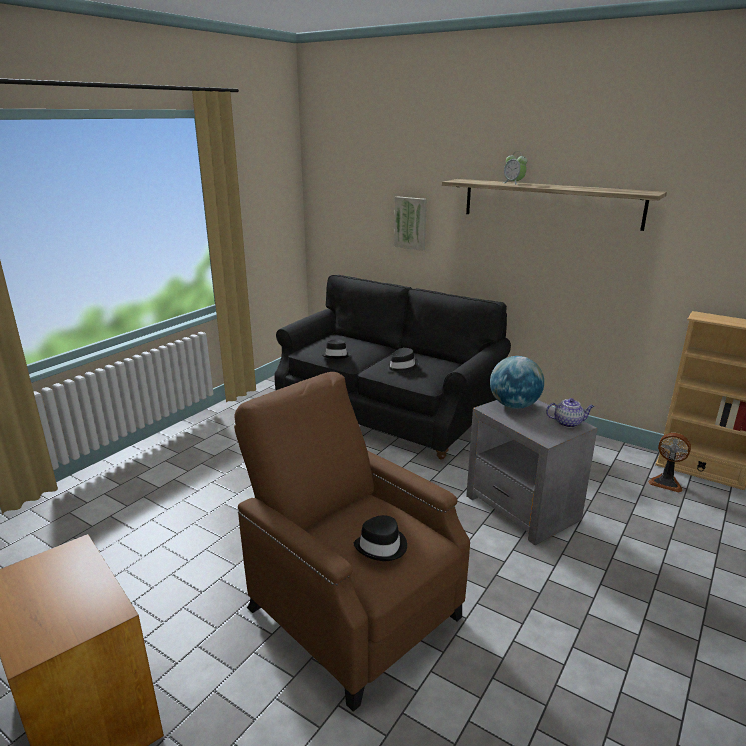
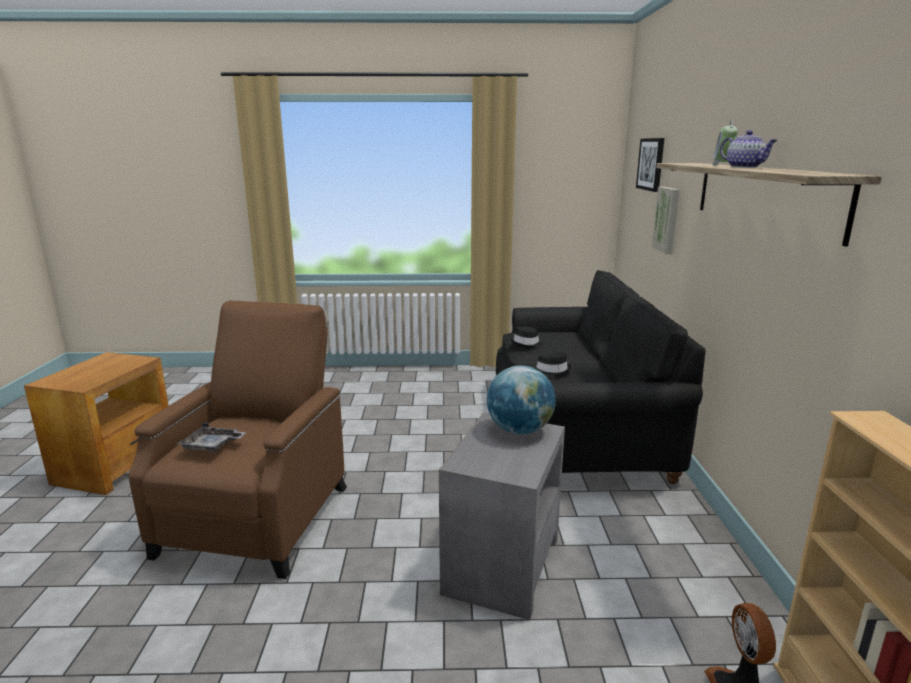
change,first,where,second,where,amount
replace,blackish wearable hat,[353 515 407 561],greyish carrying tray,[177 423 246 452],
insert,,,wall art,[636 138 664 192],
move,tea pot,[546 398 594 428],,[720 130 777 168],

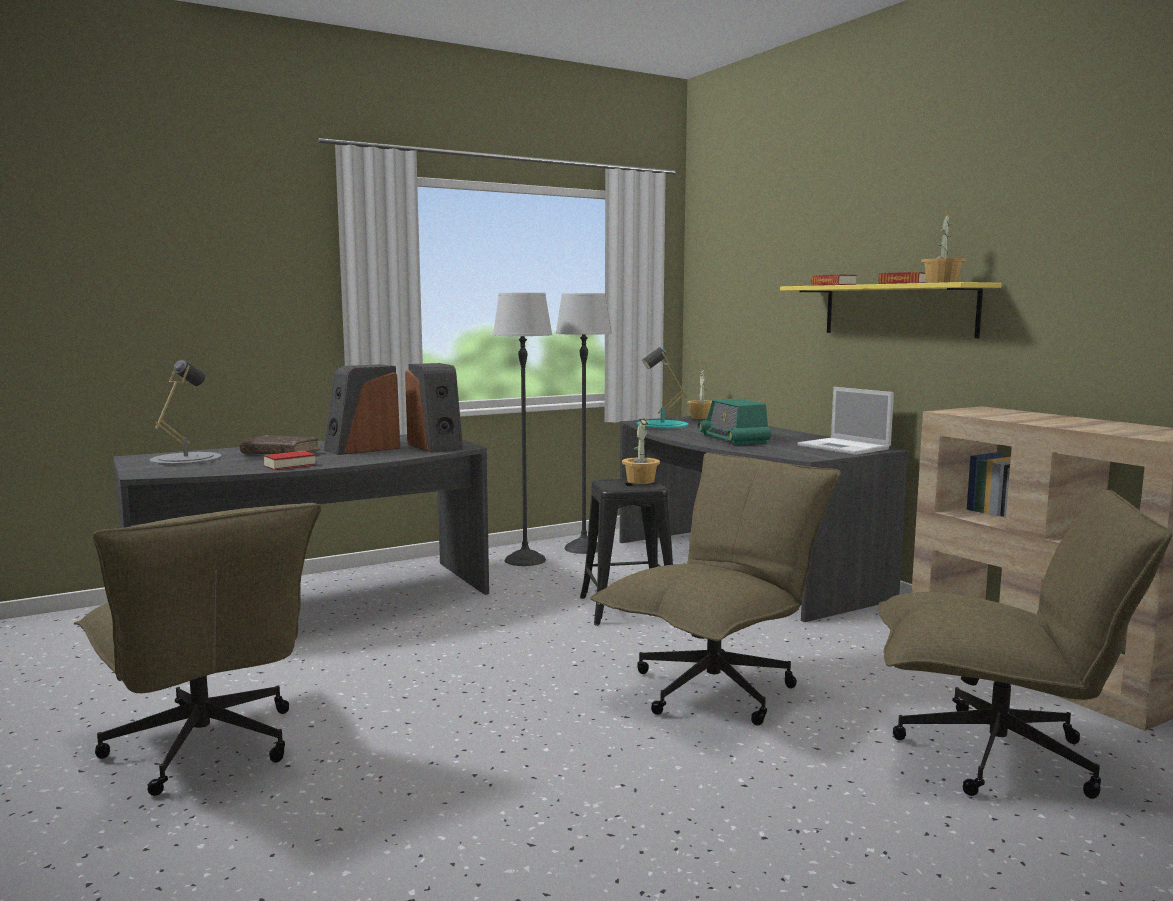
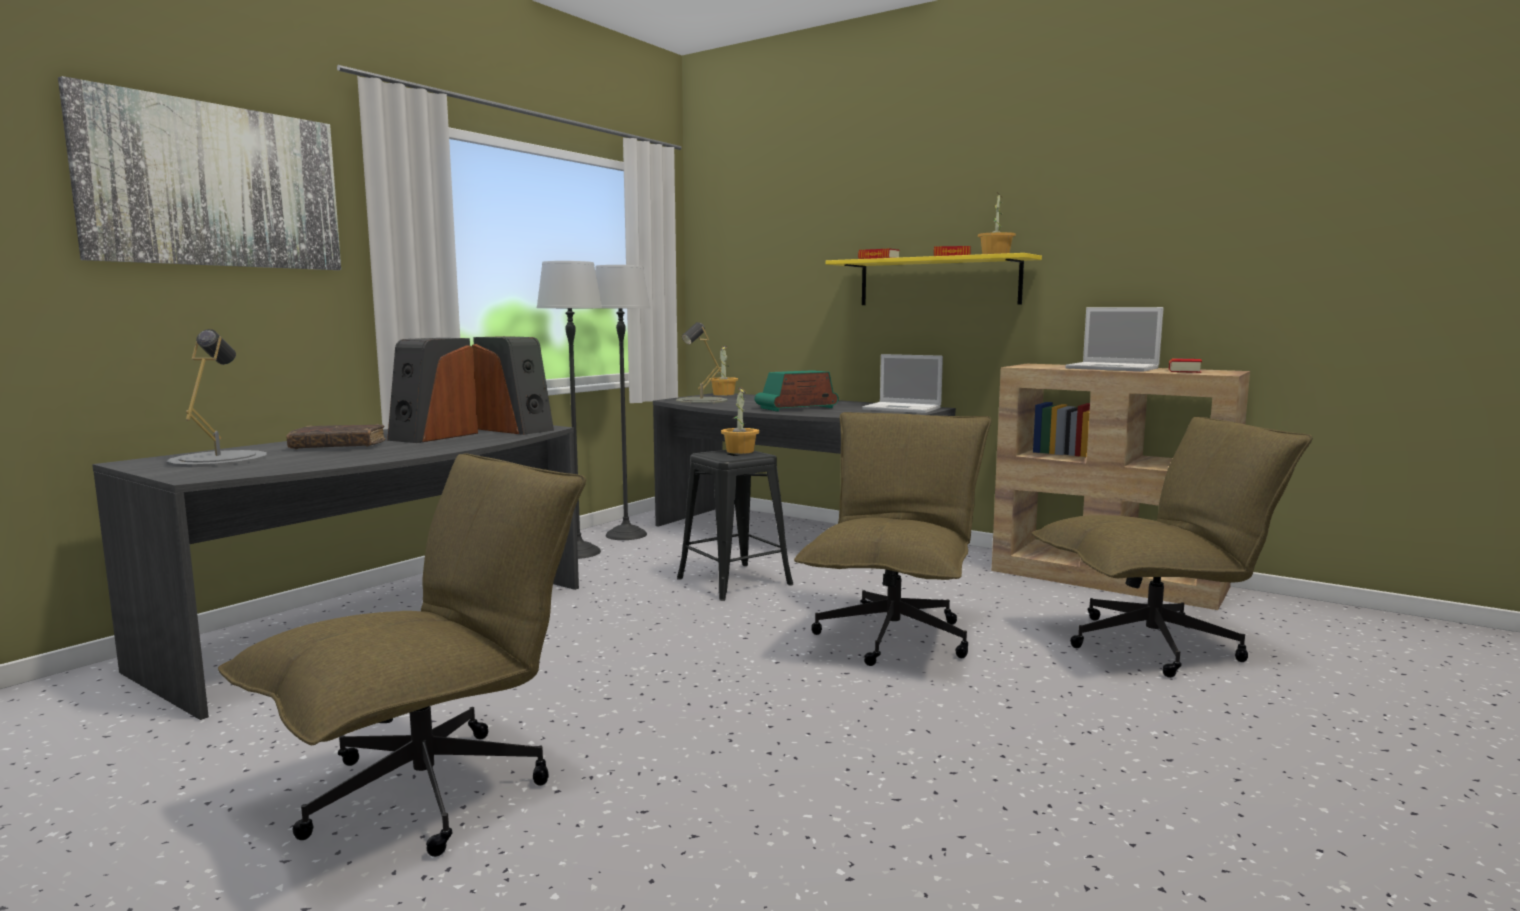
change,first,where,second,where,amount
insert,,,wall art,[58 76 341 270],
rotate,beige-coloured desk chair,[74 503 321 796],,[218 454 586 857],75 degrees counterclockwise
recolor,turquoise tabletop lamp,[637 347 688 428],greyish tabletop lamp,[676 322 728 404],
rotate,radio,[697 399 771 445],,[754 370 839 412],105 degrees clockwise
insert,,,portable computer,[1065 307 1164 372],
move,volume,[263 451 316 470],,[1169 358 1202 373],

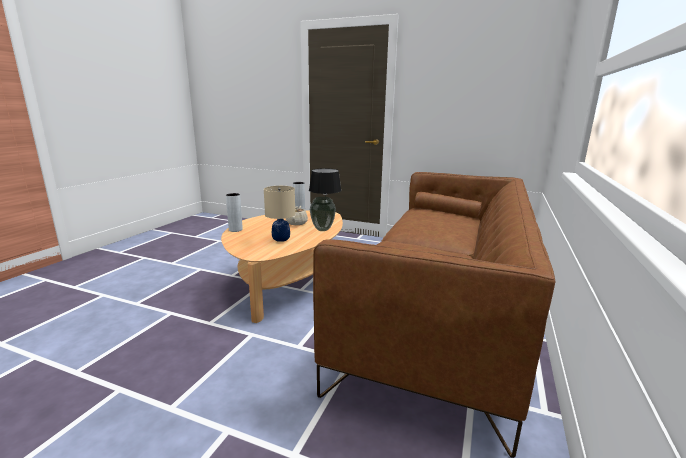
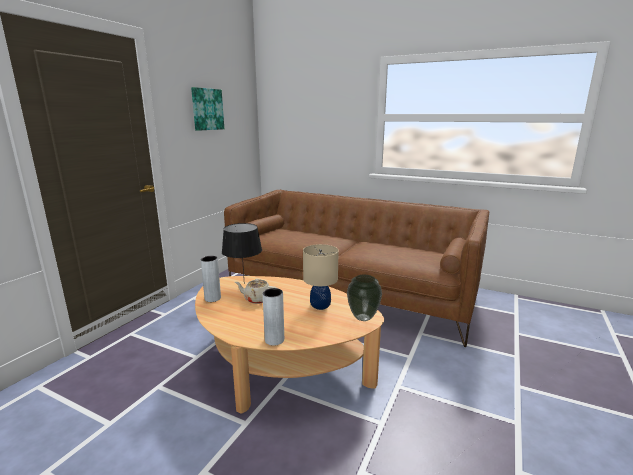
change,first,where,second,where,amount
insert,,,wall art,[191 87 224 131],
move,decorative vase,[310 197 336 231],,[347 275 382 321],

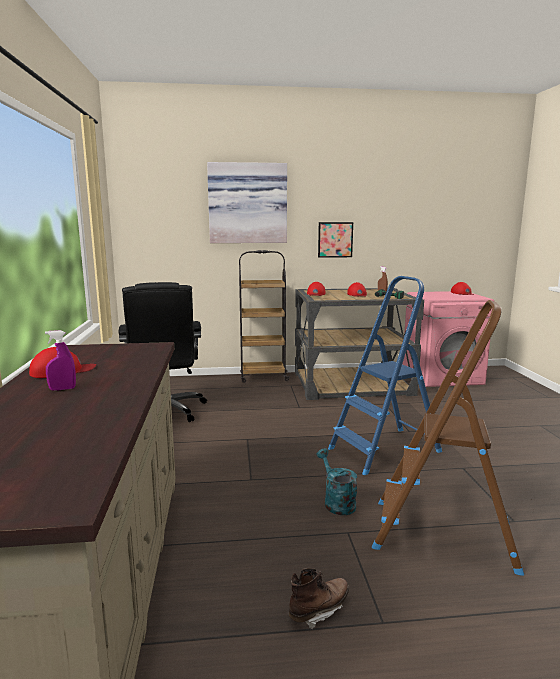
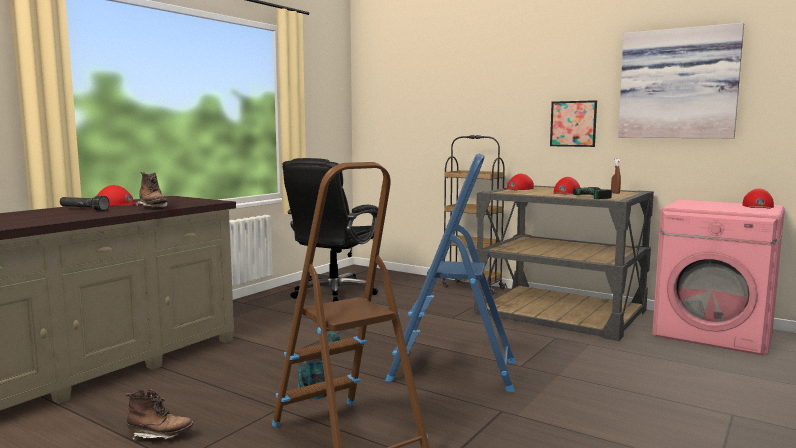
change,first,where,second,where,amount
replace,purplish sprayer,[45 330 76 391],blackish torch,[60 195 110 211],
insert,,,brown boot,[135 172 167 208],
move,wall art,[207 162 287 243],,[618 23 744 138],

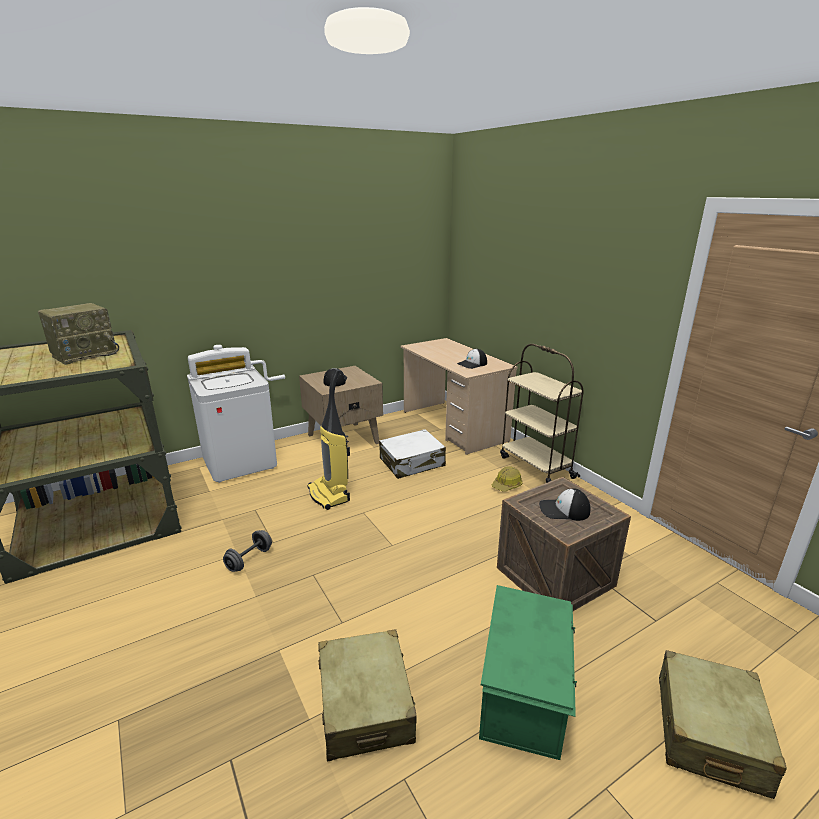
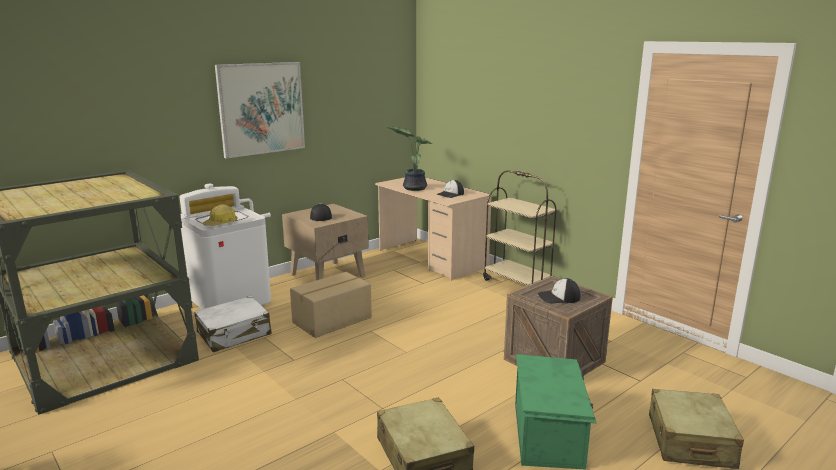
change,first,where,second,where,amount
move,whitish piece of luggage,[379 429 446 479],,[194 296 272 352],
move,safety helmet,[492 466 523 492],,[202 204 237 226],
insert,,,wall art,[215 62 305 158],
replace,vacuum,[307 369 350 510],carton,[290 272 372 338],
insert,,,potted plant,[387 126 432 191],
delete,radio,[38 303 119 365],,,
delete,greyish free weight,[223 530 272 572],,,

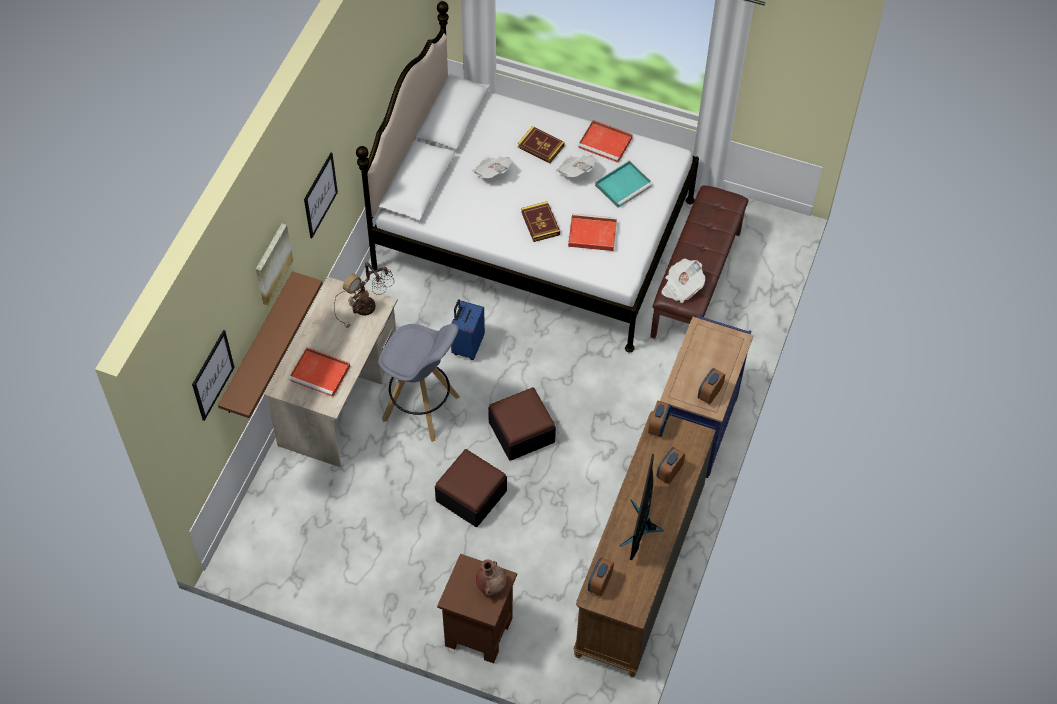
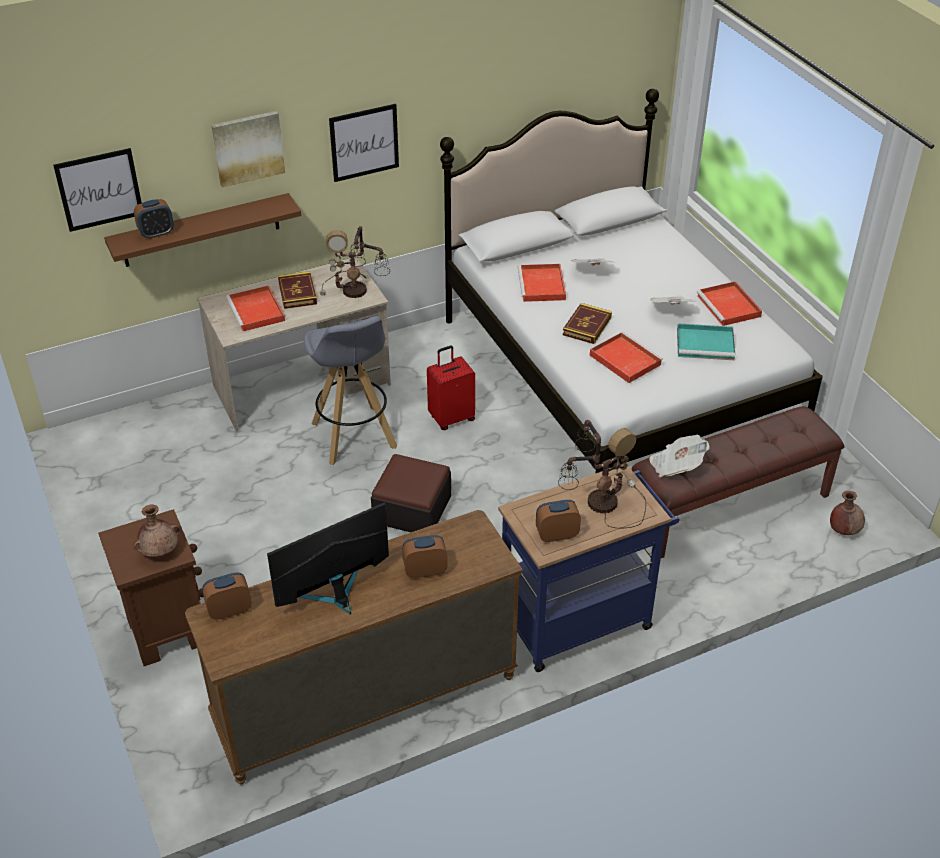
change,first,where,second,where,amount
move,bedside clock,[648 401 671 437],,[134 199 174 239],
move,volume,[518 126 565 163],,[278 271 317 309],
recolor,blue piece of luggage,[451 299 485 360],reddish piece of luggage,[427 346 475 430],
insert,,,reddish carrying tray,[518 264 566 302],
insert,,,tabletop lamp,[558 420 646 528],
insert,,,brown decorative vase,[830 491 865 535],
delete,pouffe,[435 449 507 527],,,

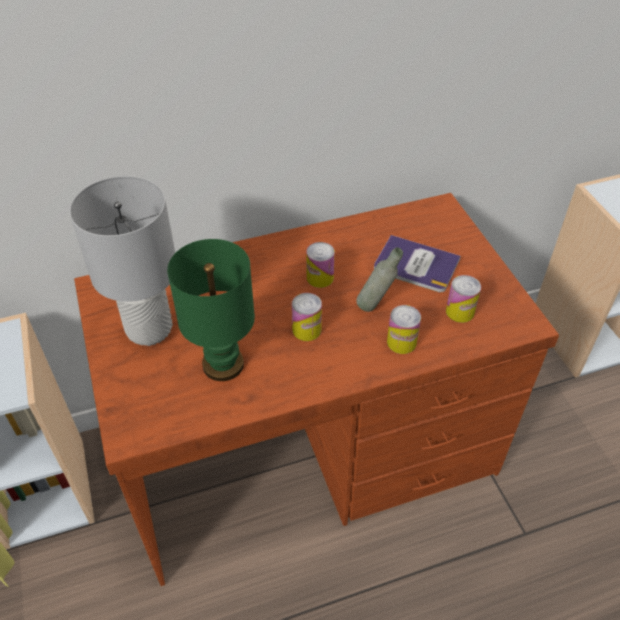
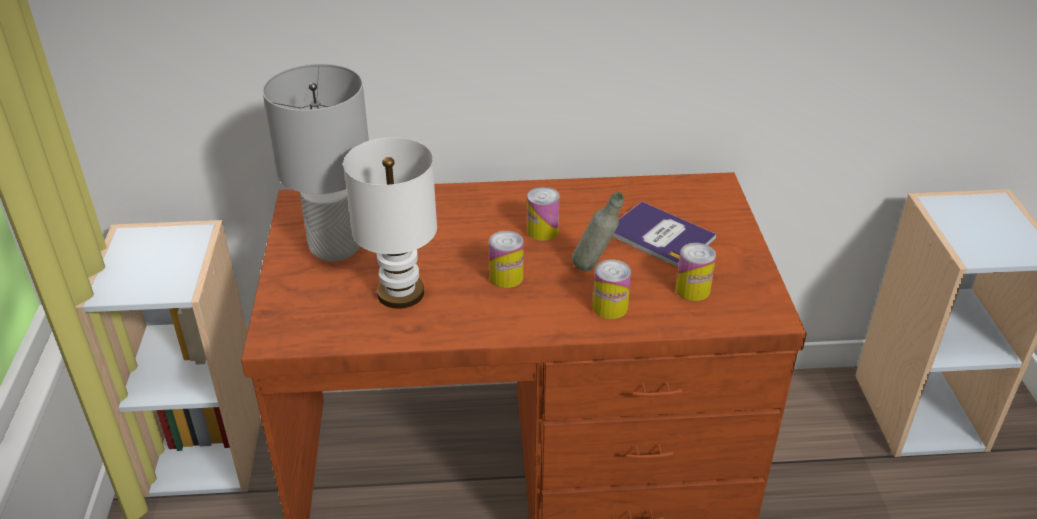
change,first,where,second,where,amount
recolor,green tabletop lamp,[167 239 255 381],whitish tabletop lamp,[343 137 437 309],

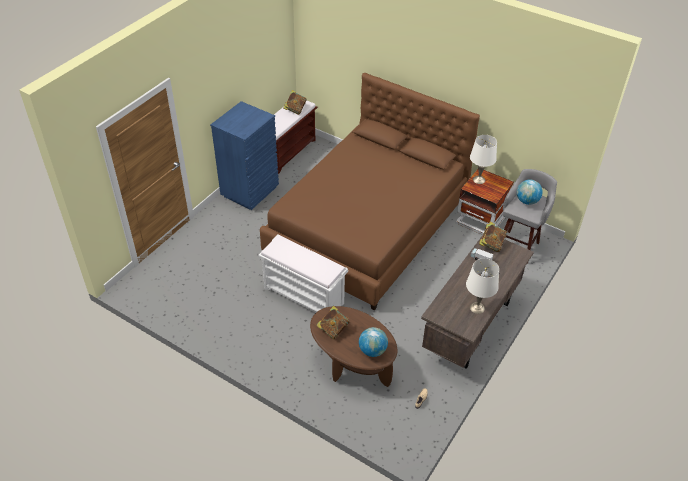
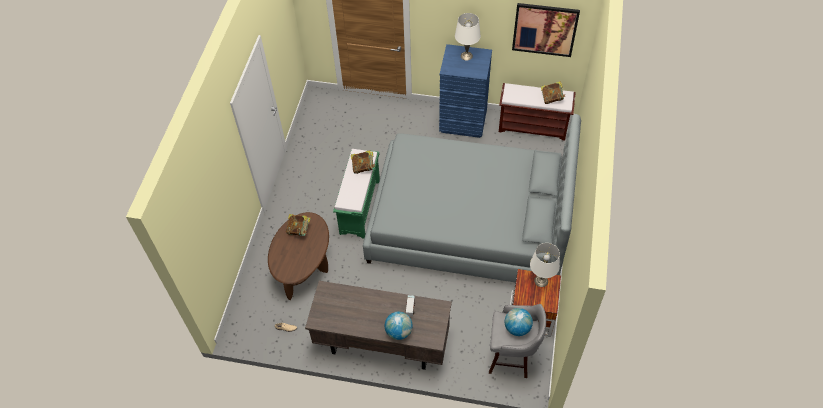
change,first,where,second,where,amount
recolor,whitish long seat,[259 235 348 313],green long seat,[333 149 380 239],
move,volume,[479 222 507 252],,[351 150 375 174],
recolor,brown bed,[260 73 480 310],greyish bed,[363 114 581 283],
move,world globe,[359 327 388 357],,[385 312 413 340],
move,whitish tabletop lamp,[466 258 499 314],,[455 13 481 61],
insert,,,wall art,[512 3 580 57],

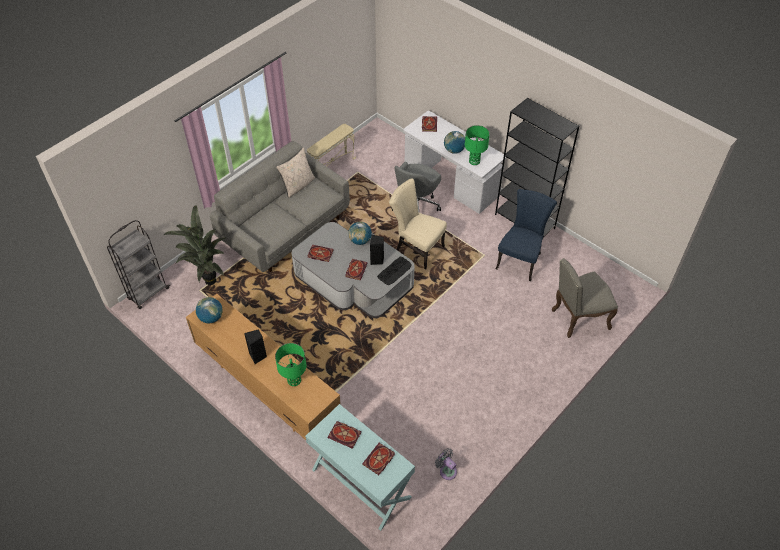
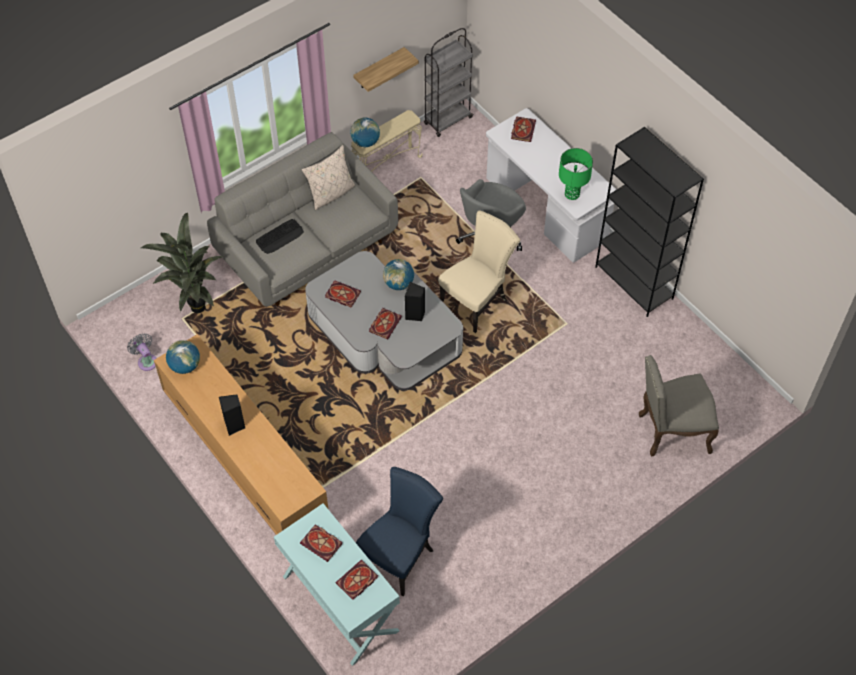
change,first,where,second,where,amount
move,greyish fan,[435 448 457 480],,[127 333 157 371],
move,PC keyboard,[377 257 412 285],,[256 219 304 254],
move,world globe,[444 131 465 154],,[350 118 380 147],
insert,,,shelf,[353 47 419 92],
move,blue plain chair,[496 189 557 281],,[356 467 443 596],
move,greyish trolley,[107 220 170 309],,[424 28 474 137],
rotate,beige-coloured plain chair,[389 178 447 270],,[438 211 520 333],90 degrees clockwise
delete,green tabletop lamp,[275 343 307 386],,,

